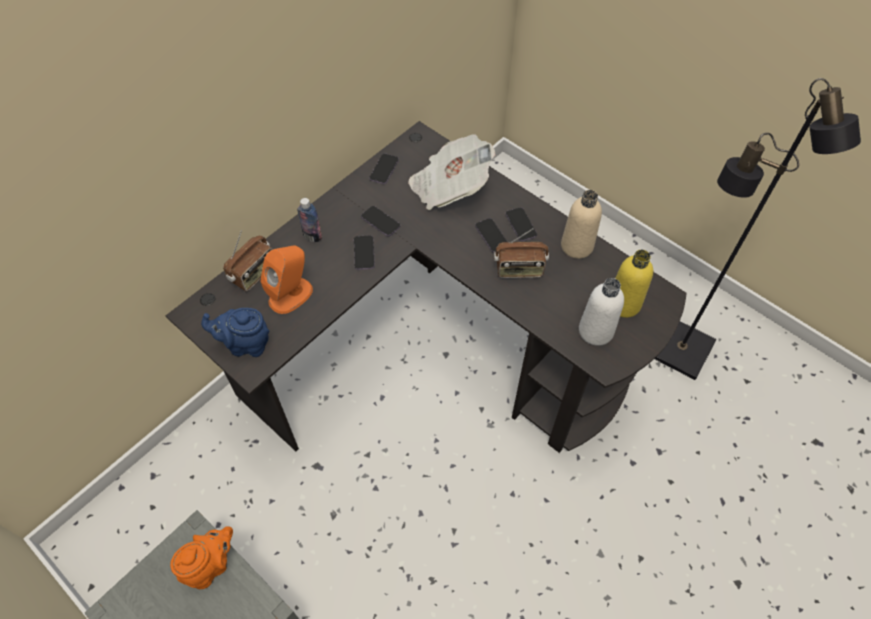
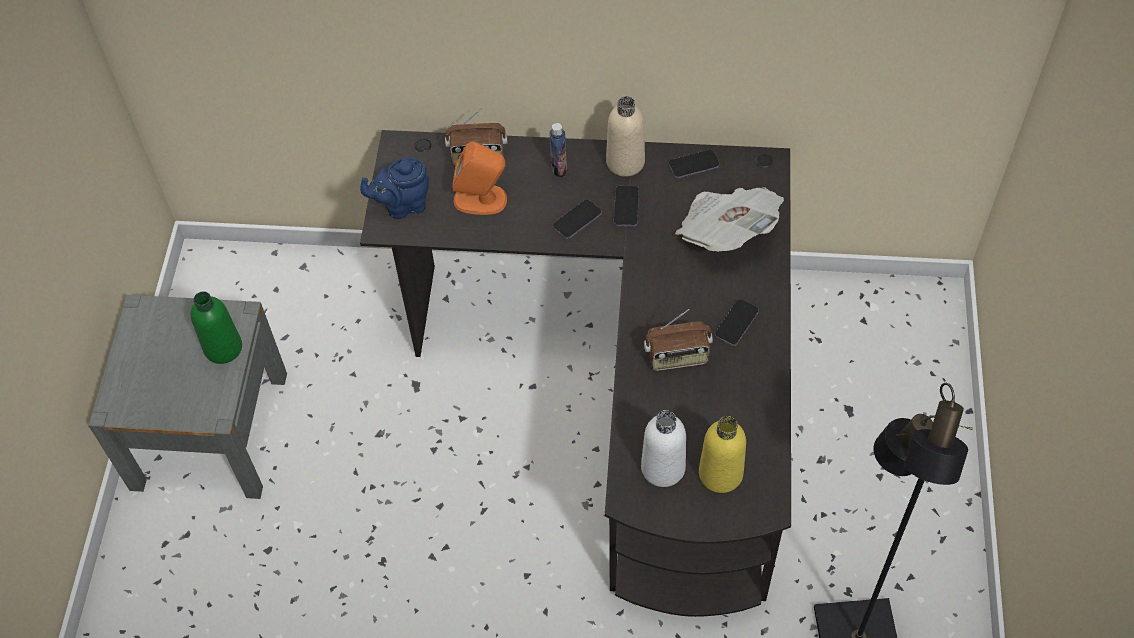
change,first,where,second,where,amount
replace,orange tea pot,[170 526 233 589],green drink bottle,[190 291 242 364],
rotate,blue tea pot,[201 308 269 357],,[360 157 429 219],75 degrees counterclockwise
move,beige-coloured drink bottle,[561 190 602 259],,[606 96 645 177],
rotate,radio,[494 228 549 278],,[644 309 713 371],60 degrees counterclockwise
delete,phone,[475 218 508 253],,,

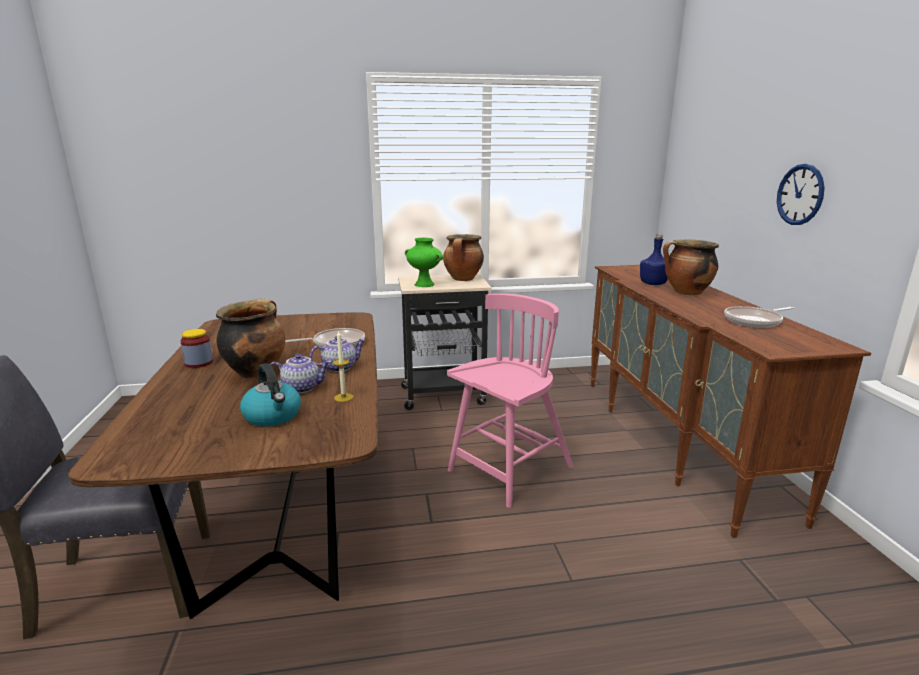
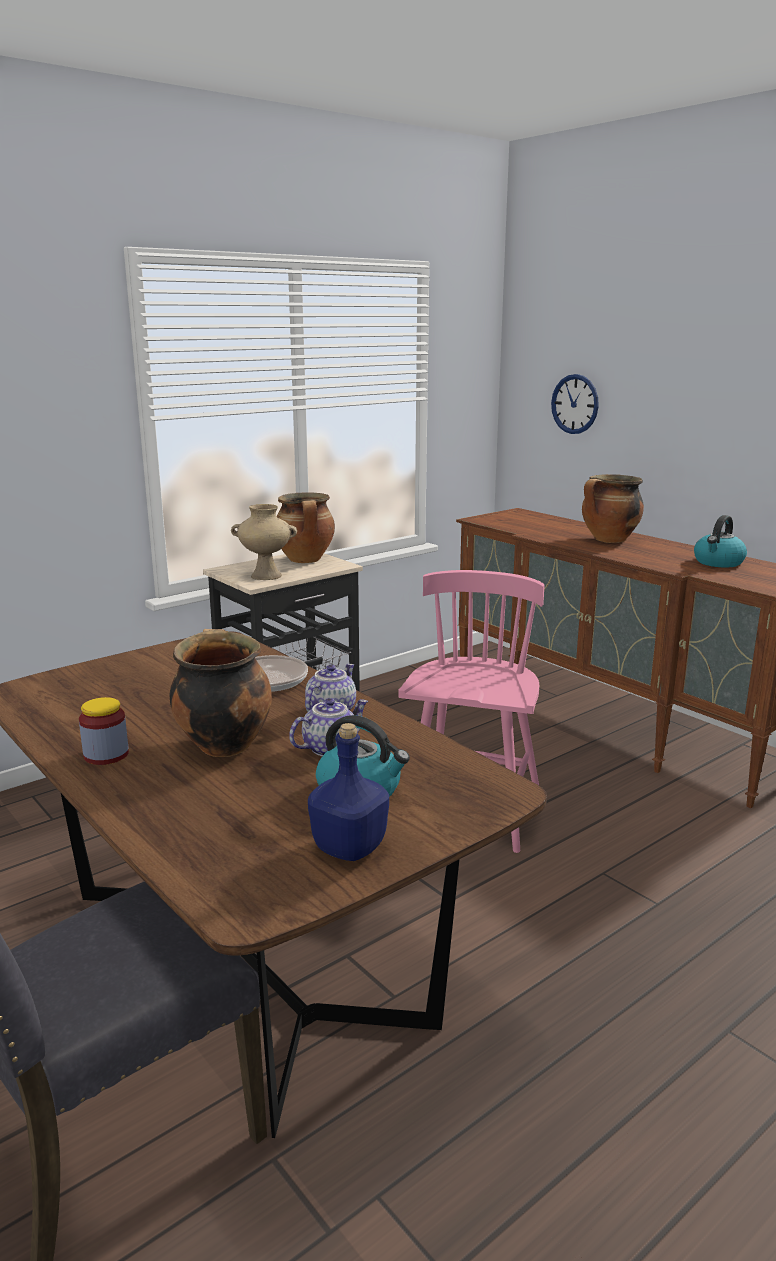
change,first,where,second,where,amount
recolor,green decorative vase,[405 238 443 287],beige-coloured decorative vase,[231 504 297 580],
move,blue drink bottle,[640 234 668 285],,[308 723 389 861],
move,clock on the wall,[777 164 825 225],,[551 374 599 434],
replace,pan,[724 306 795 328],kettle,[694 515 747 568],
delete,wax light,[333 330 353 402],,,

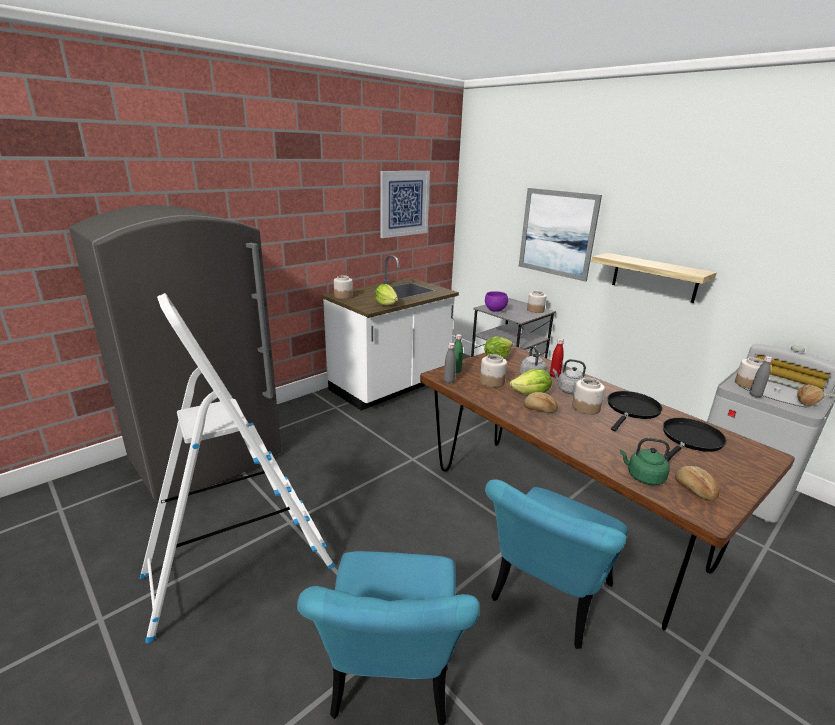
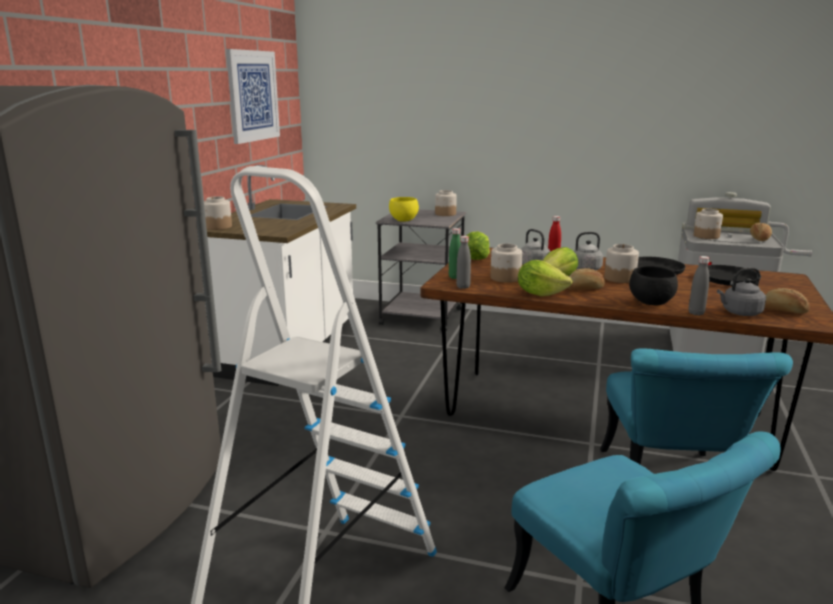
change,first,where,second,where,amount
recolor,purplish serving bowl,[485 291 508 312],yellow serving bowl,[389 197 419 222],
move,lettuce,[375 284 398 306],,[518 260 573 296],
insert,,,blackish serving bowl,[629 266 678 305],
move,greyish drink bottle,[750 356 773 398],,[688 256 710 316],
recolor,green kettle,[620 438 670 485],greyish kettle,[717 267 766 316],
delete,wall art,[519 188 602 282],,,
delete,shelf,[592 253 717 303],,,

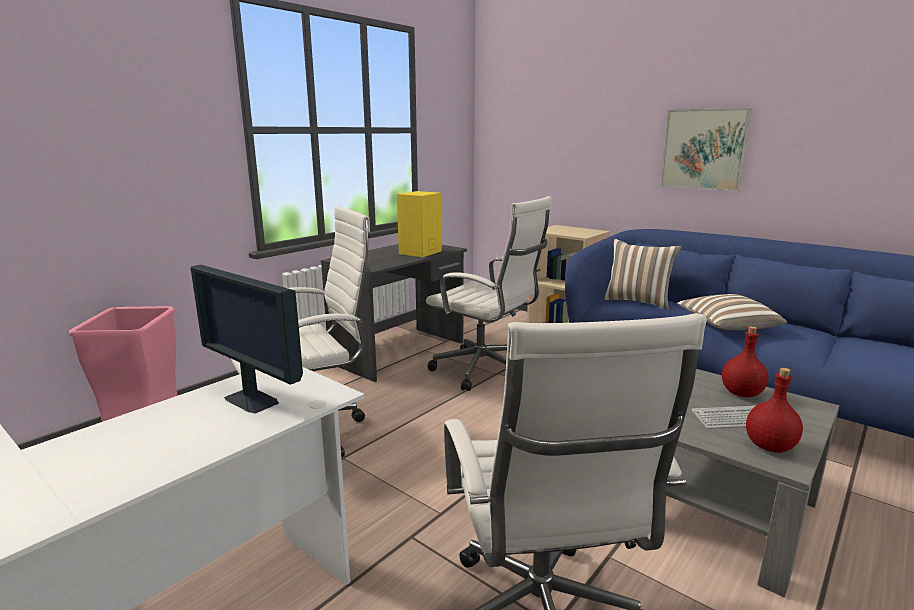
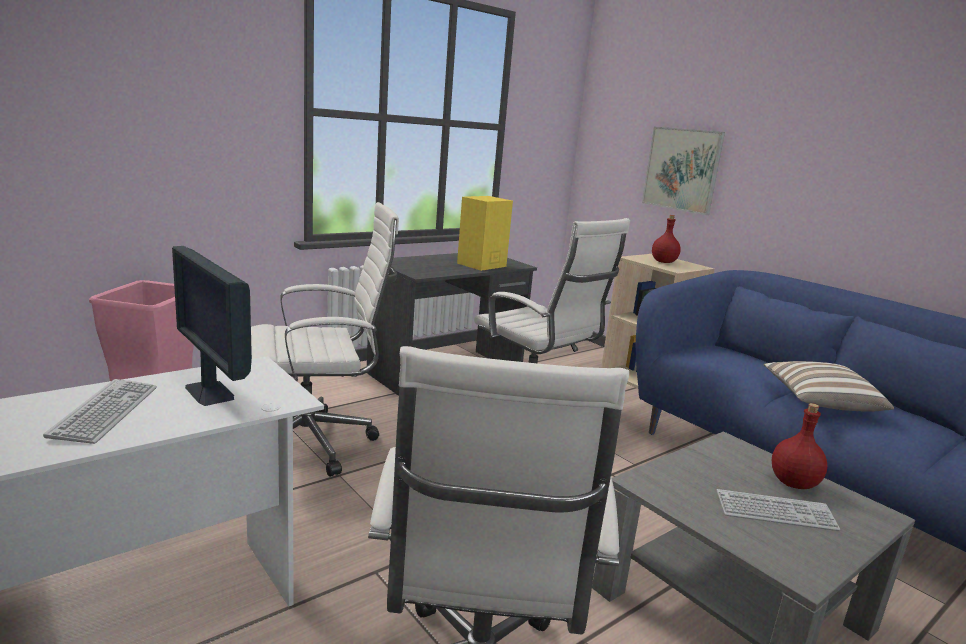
change,first,where,second,where,amount
insert,,,PC keyboard,[43 379 157 444],
move,wall art,[660 108 752 191],,[642 127 725 215],
move,reddish drink bottle,[746 368 803 453],,[652 215 681 263],
delete,pillow,[604 239 682 310],,,

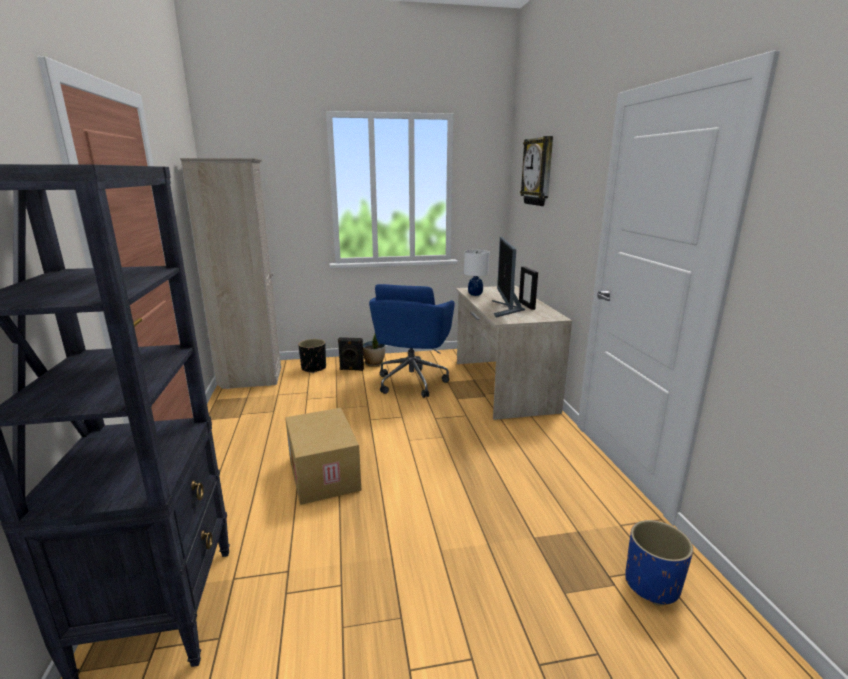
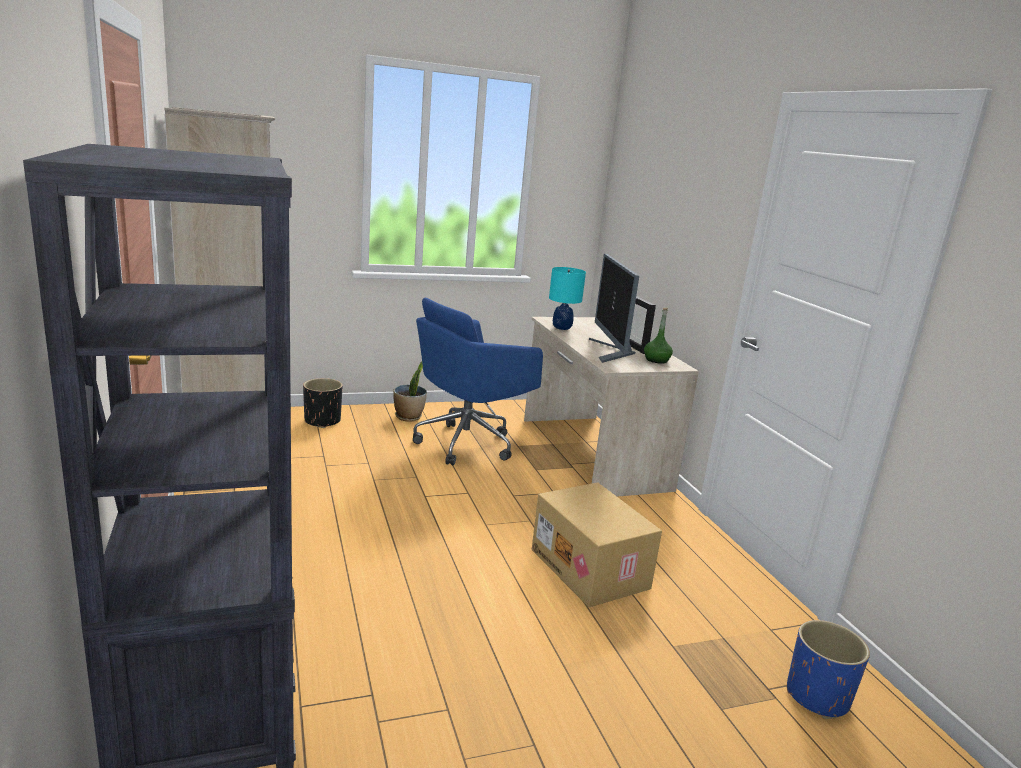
change,first,where,second,where,amount
rotate,blue desk chair,[369 284 455 398],,[413 298 543 465],45 degrees clockwise
move,carton,[285 408 361 505],,[532 482 662 607],
recolor,whitish tabletop lamp,[464 250 489 296],turquoise tabletop lamp,[549 267 586 330],
insert,,,green drink bottle,[644 308 673 364],
delete,blackish audio speaker,[338 337 364 371],,,
delete,clock on the wall,[520 136 553 206],,,

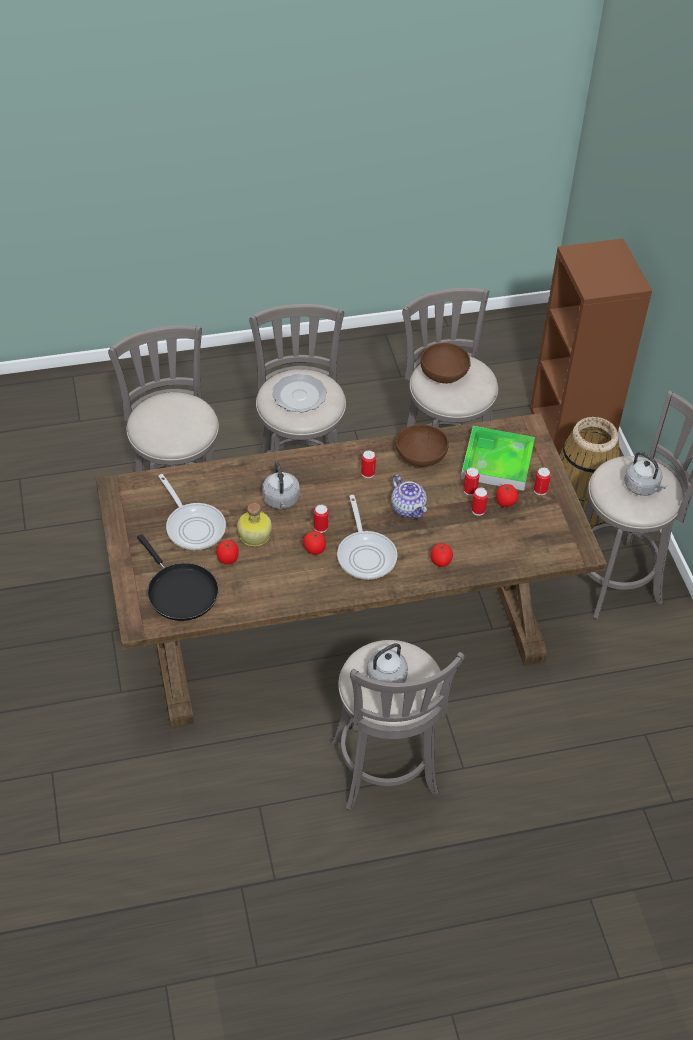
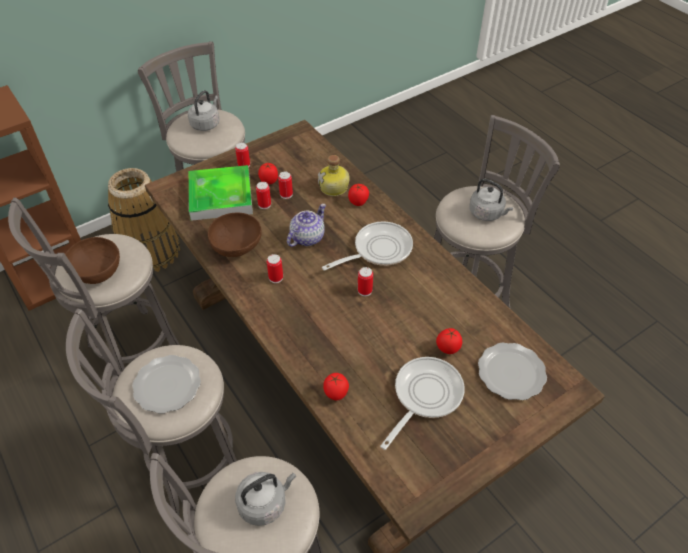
change,first,where,second,where,amount
move,greyish kettle,[262 461 300 509],,[235 472 296 526],
move,drink bottle,[237 503 272 546],,[318 155 350 196],
move,fresh tomato,[303 531 326 555],,[323 373 349 400],
replace,blackish pan,[137 534 219 621],dinner plate,[478 342 547 400],

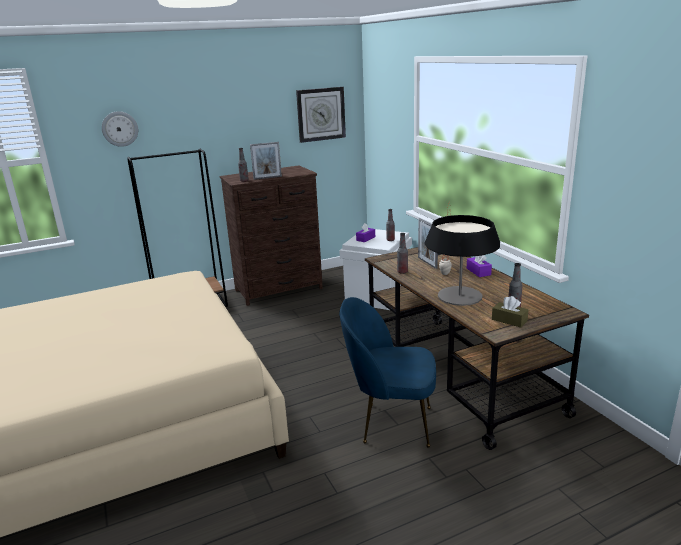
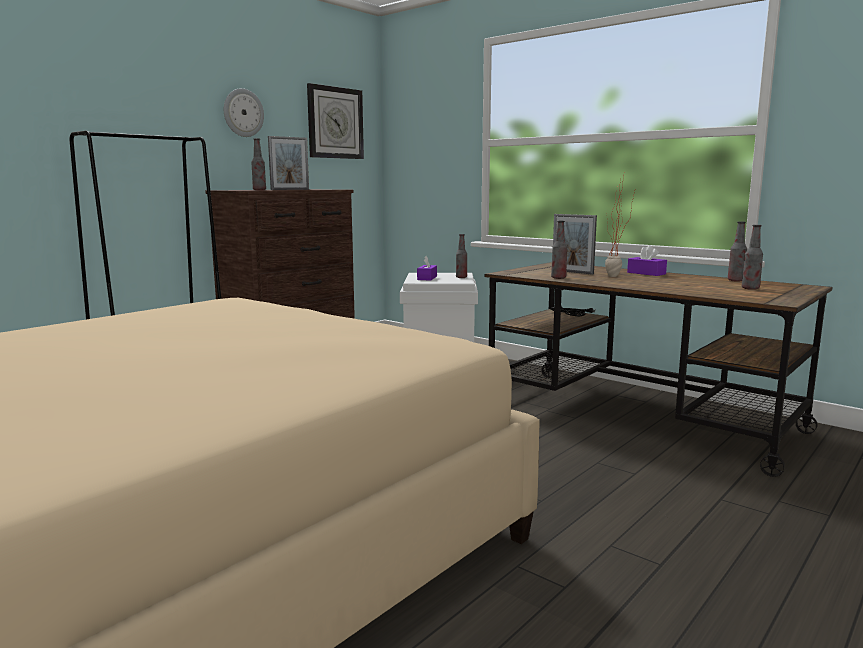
change,first,where,second,where,amount
move,clock on the wall,[102 111 138 147],,[224 88 264 137],
insert,,,drink bottle,[728 221 747 282],
delete,blue plain chair,[339 297 436 448],,,
delete,tabletop lamp,[424 215 500 306],,,
delete,brown tissue box,[492 296 528 327],,,

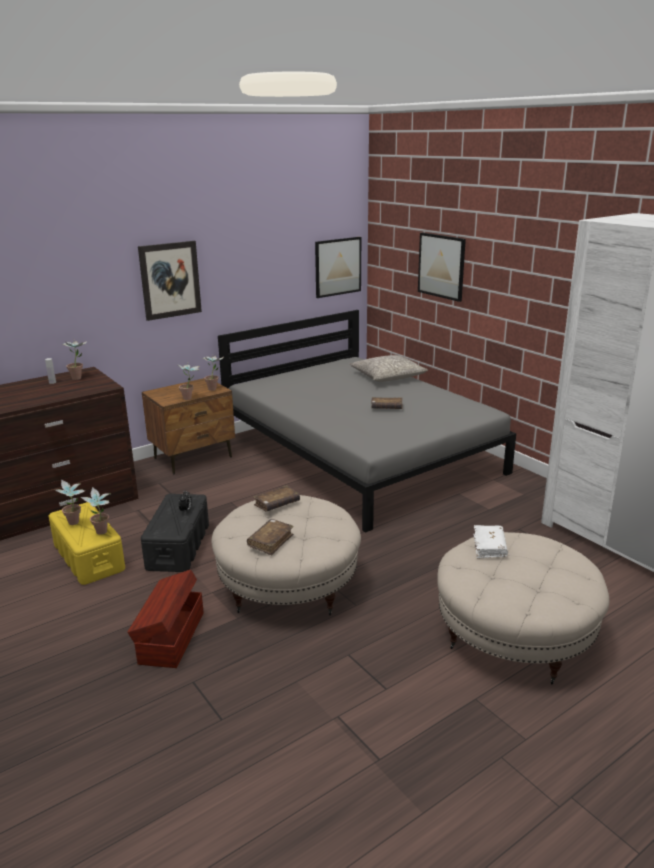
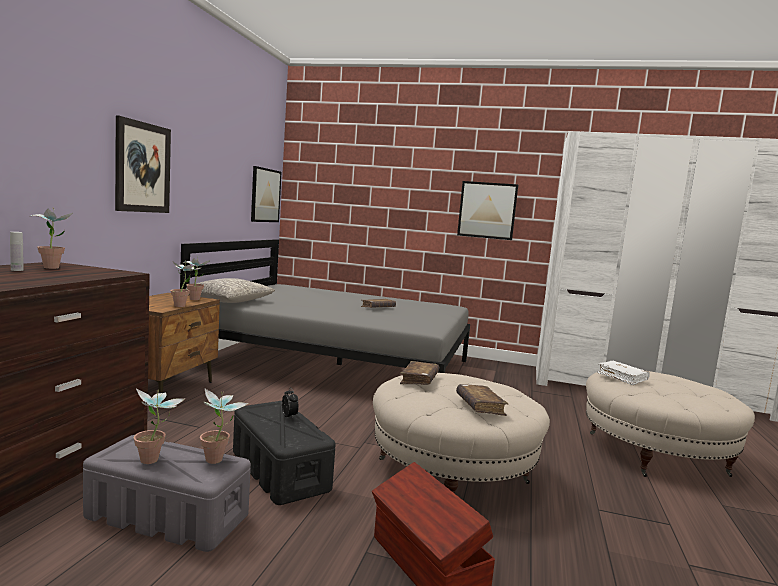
change,first,where,second,where,amount
recolor,yellow storage container,[49 502 125 585],greyish storage container,[83 435 251 552],
move,greyish pillow,[349 355 428 382],,[186 278 275 303],
move,wall art,[418 233 466 302],,[457 181 518 240],

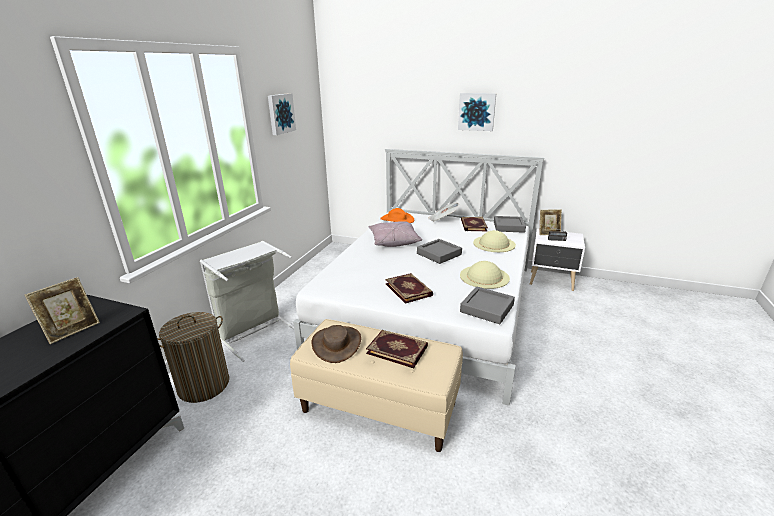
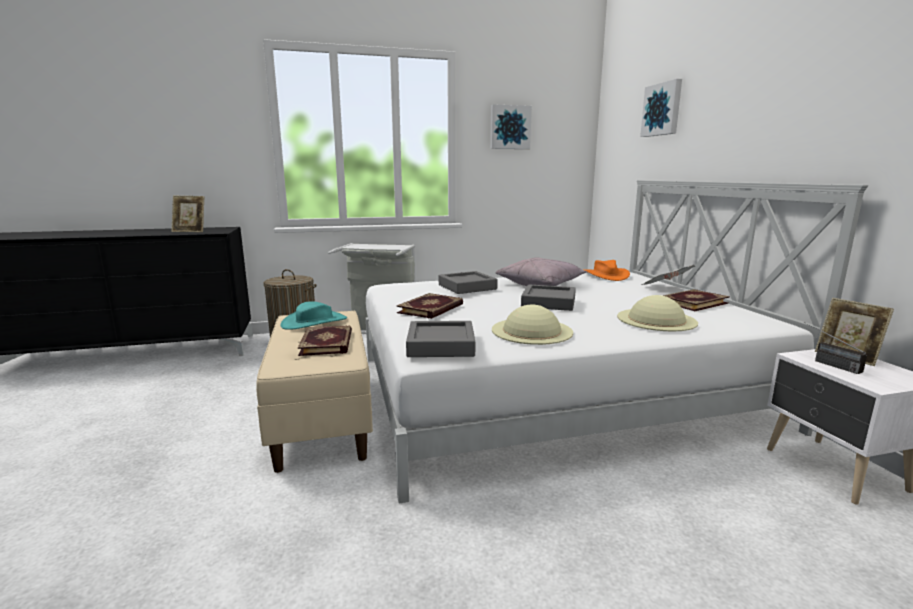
change,first,where,second,where,amount
recolor,brown wearable hat,[312 325 361 363],turquoise wearable hat,[281 301 347 330],
move,greyish carrying tray,[494 216 526 233],,[439 271 498 294],
move,wall art,[458 93 496 131],,[640 79 682 137],

